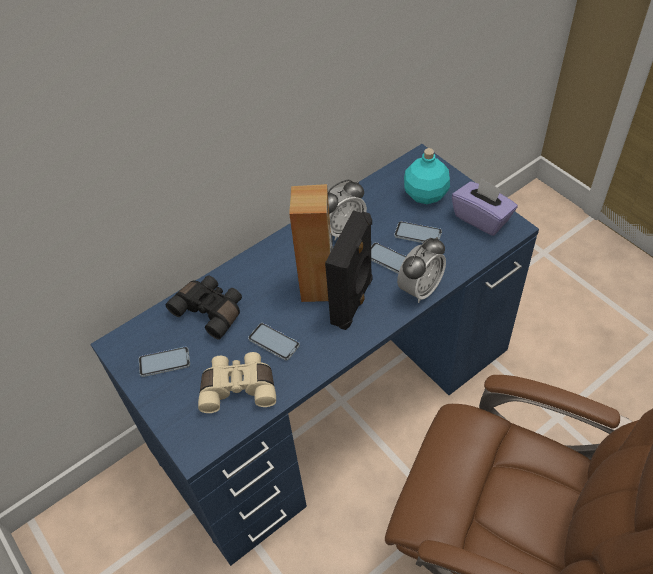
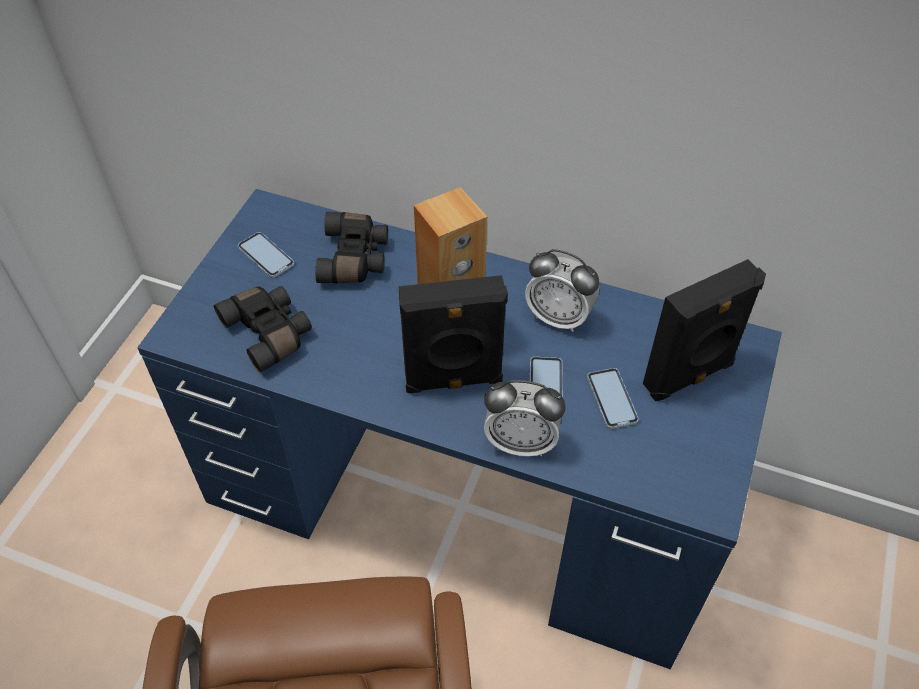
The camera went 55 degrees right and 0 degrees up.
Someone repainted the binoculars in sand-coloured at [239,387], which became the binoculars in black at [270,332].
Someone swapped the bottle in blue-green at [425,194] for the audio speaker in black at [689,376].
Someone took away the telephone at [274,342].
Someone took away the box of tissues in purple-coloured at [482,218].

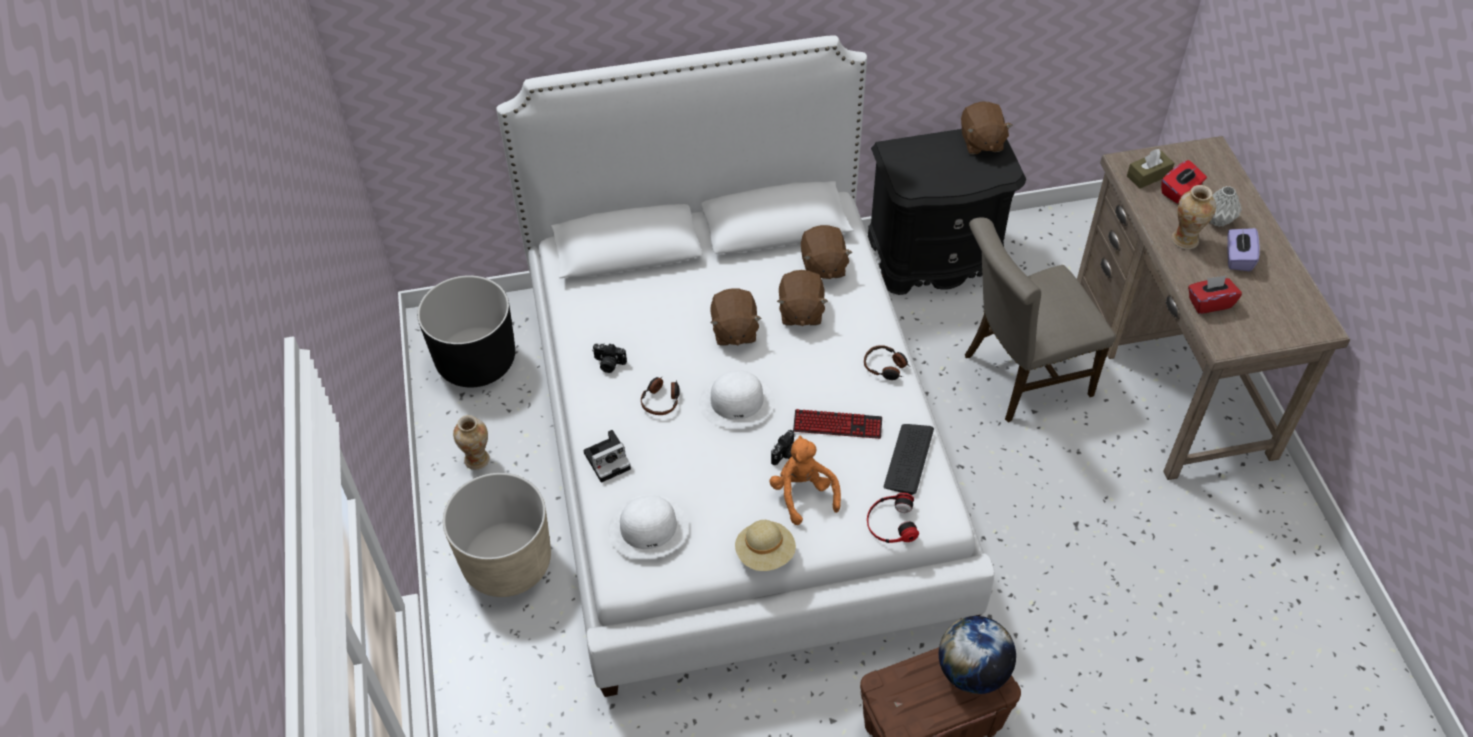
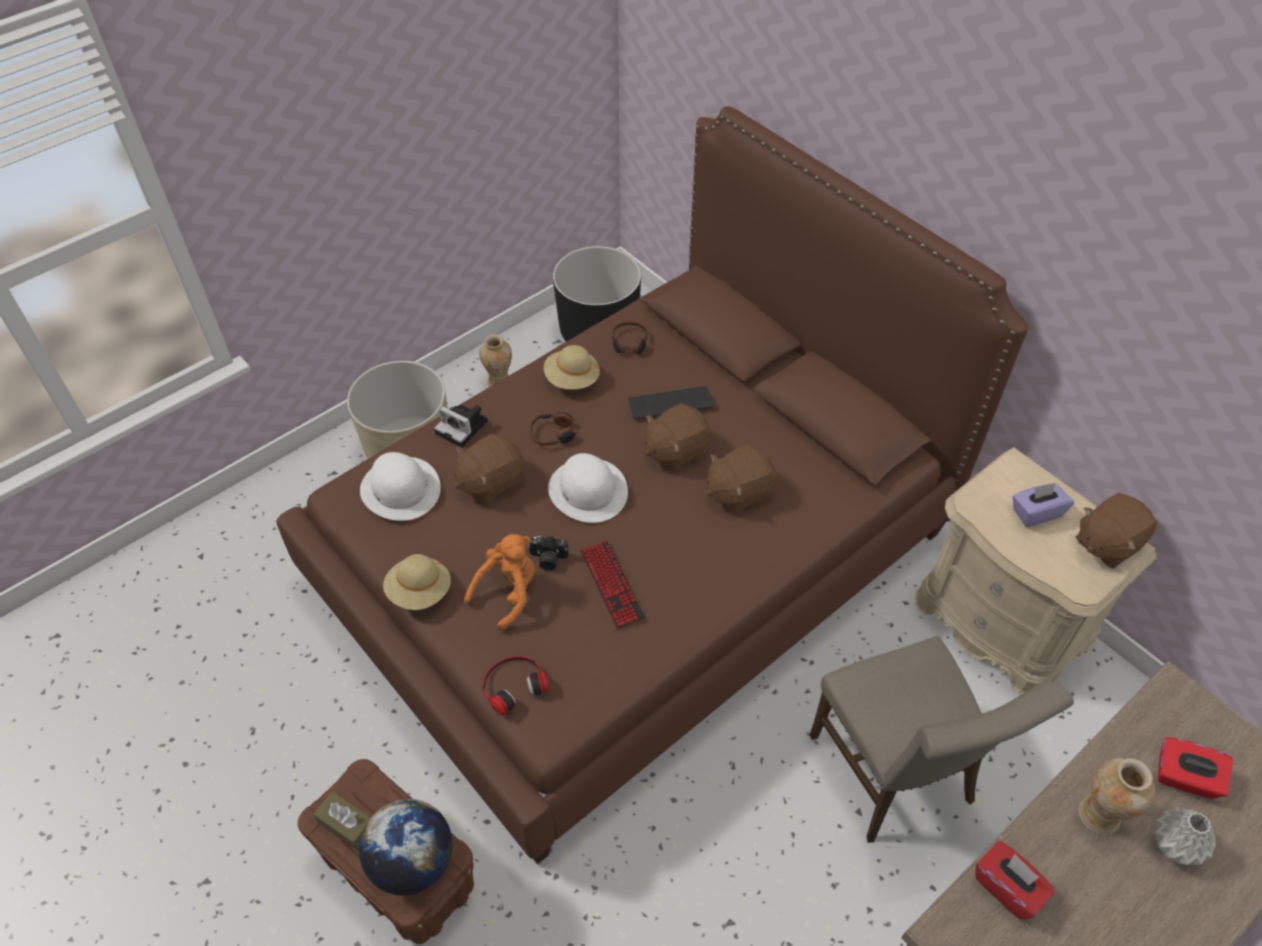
The camera went 60 degrees right and 0 degrees up.
Someone repainted the bedroom bed in white at [737,445], which became the bedroom bed in brown at [630,555].
Someone carried the box of tissues in brown from [1148,175] to [347,825].
Someone carried the plush toy in brown from [823,266] to [491,481].
Someone swapped the photo camera at [608,364] for the hat in sand-coloured at [572,379].
Someone carried the pair of headphones from [885,367] to [629,343].
Someone carried the keyboard from [908,459] to [670,403].
Someone rotated the chair in sand-coloured at [1020,376] by 150 degrees counterclockwise.
Someone repainted the nightstand in black at [937,259], which became the nightstand in sand-coloured at [998,624].
Someone carried the box of tissues in purple-coloured from [1237,258] to [1036,512].

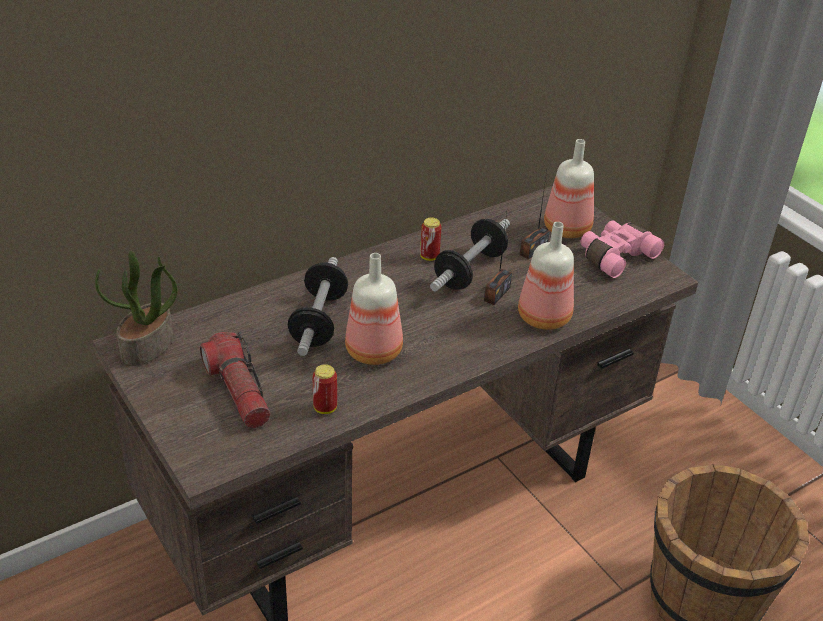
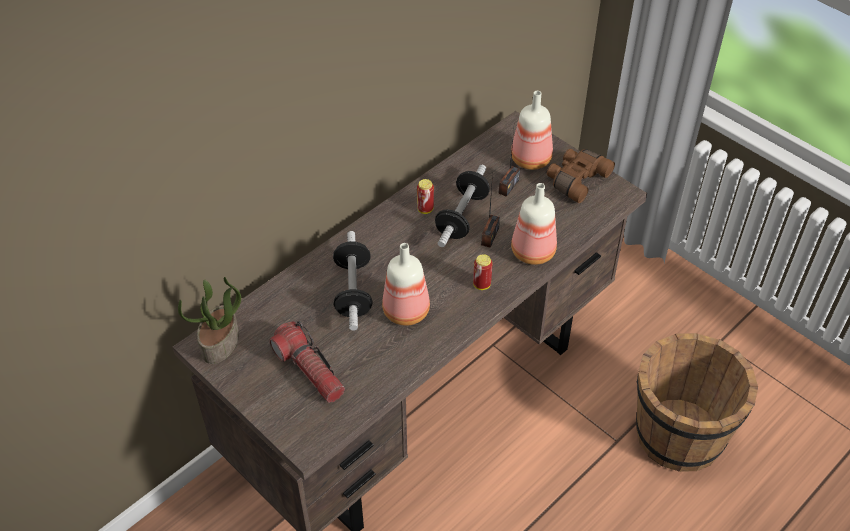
The camera went 10 degrees left and 10 degrees up.
Someone carried the sealed can from [325,408] to [481,285].
Someone repainted the binoculars in pink at [615,256], which became the binoculars in brown at [576,179].

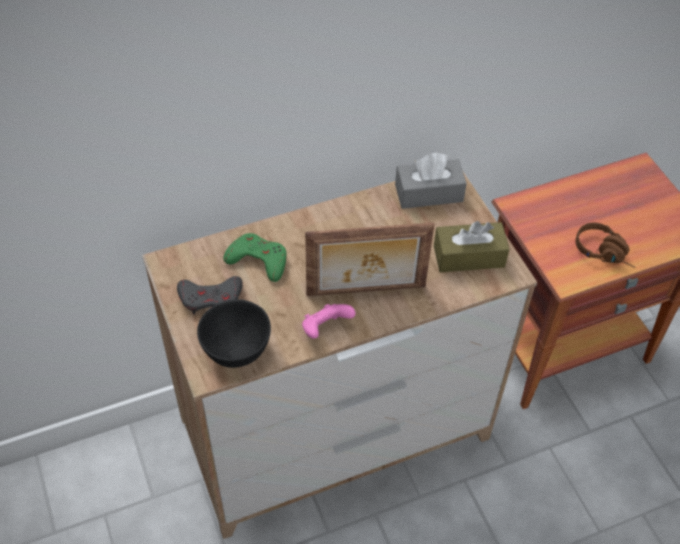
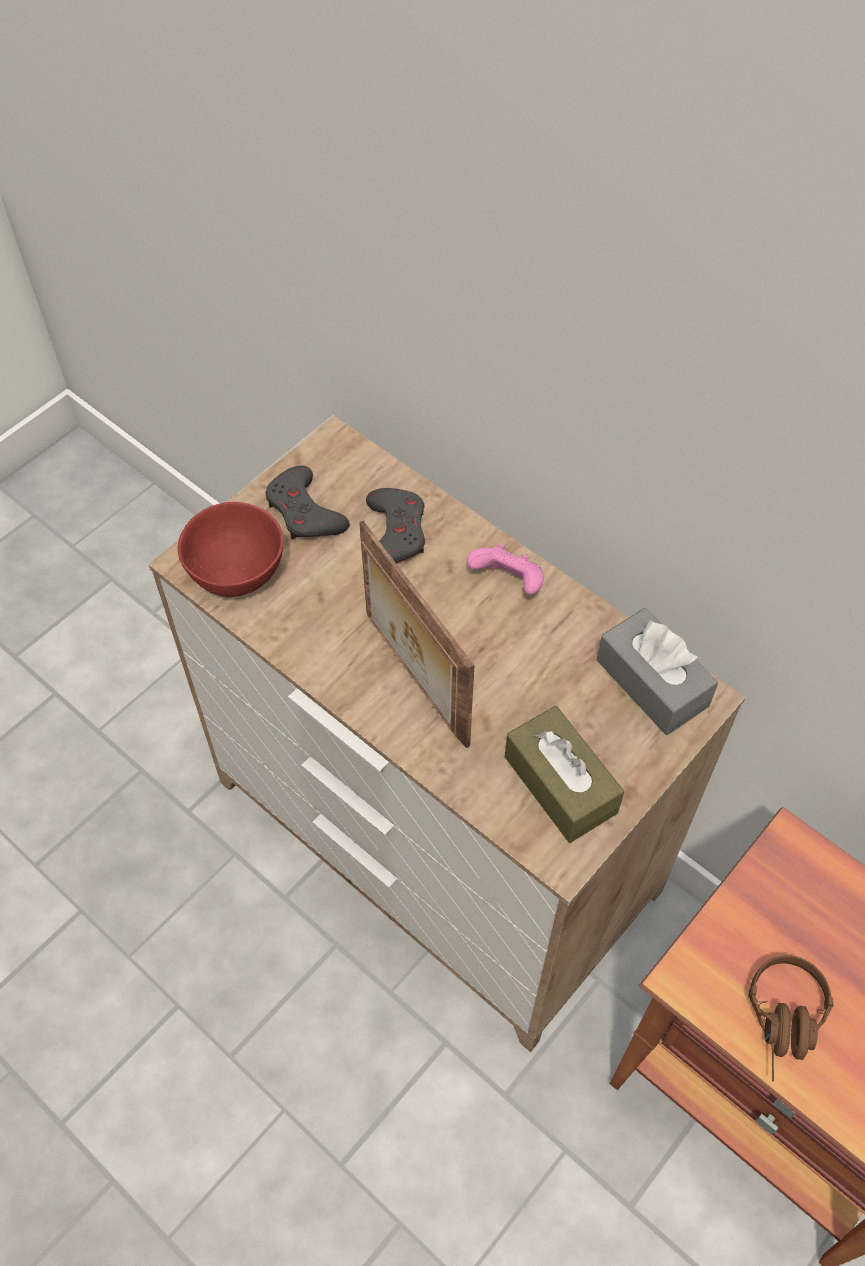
The camera went 65 degrees right and 5 degrees up.
Someone repainted the serving bowl in black at [237,350], which became the serving bowl in reddish at [239,575].
Someone repainted the joypad in greenish at [258,260], which became the joypad in greyish at [395,533].
Someone carried the joypad in pink from [325,329] to [508,582].

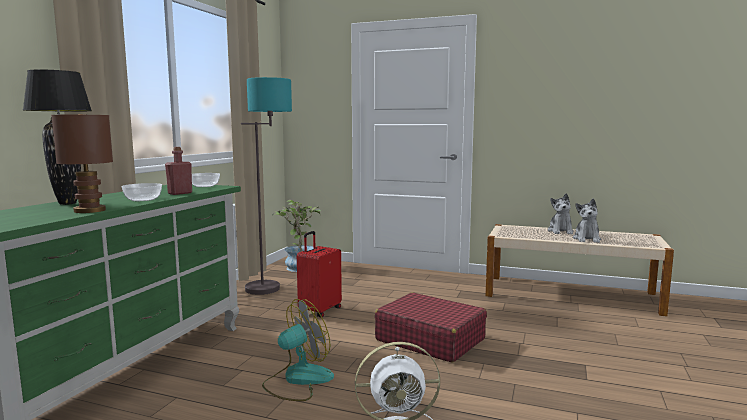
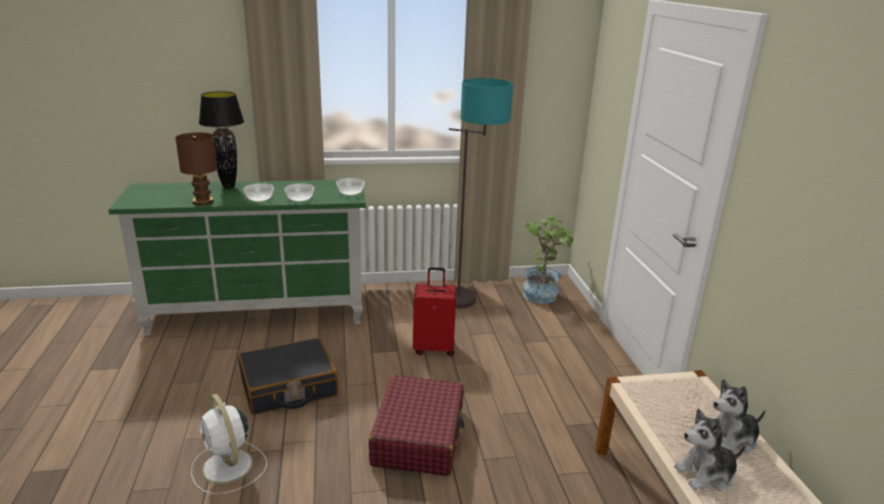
The camera went 60 degrees right and 15 degrees up.
Someone swapped the fan at [298,380] for the suitcase in black at [289,388].
Someone swapped the bottle in reddish at [180,193] for the serving bowl at [299,198].

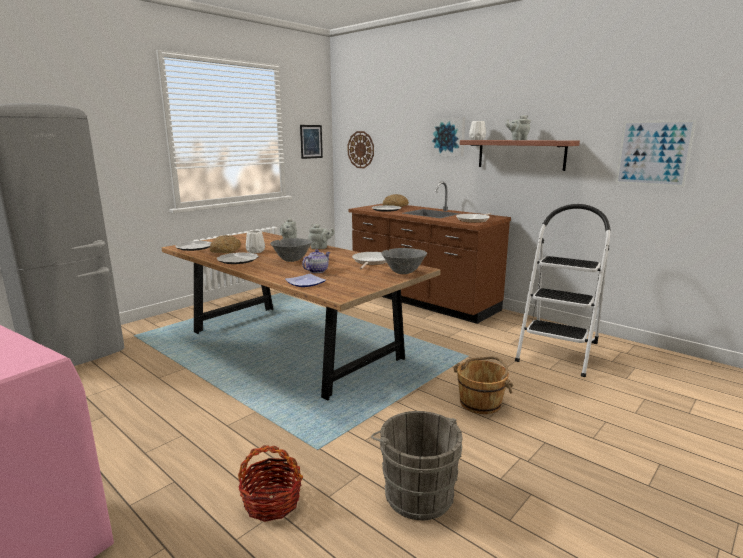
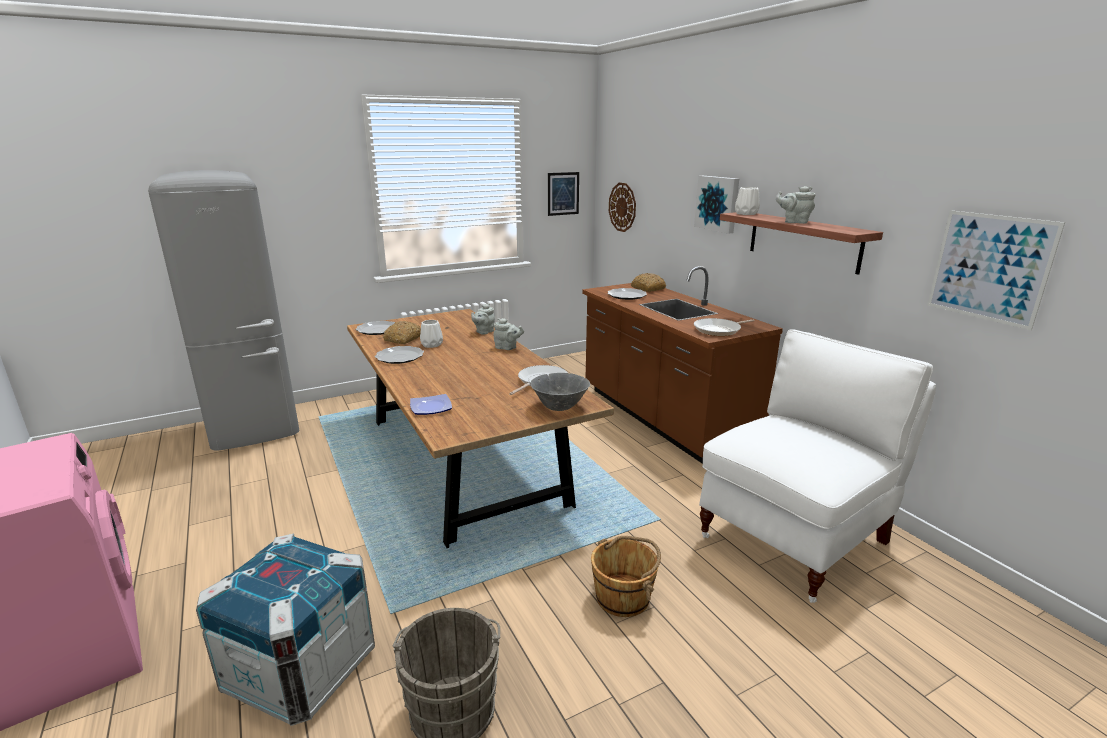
The camera went 20 degrees right and 5 degrees up.
Someone swapped the storage basket at [271,502] for the packing crate at [301,669].
Someone swapped the step stool at [559,351] for the chair in white at [795,539].
Someone took away the serving bowl in greyish at [292,261].
Someone took away the teapot at [317,271].

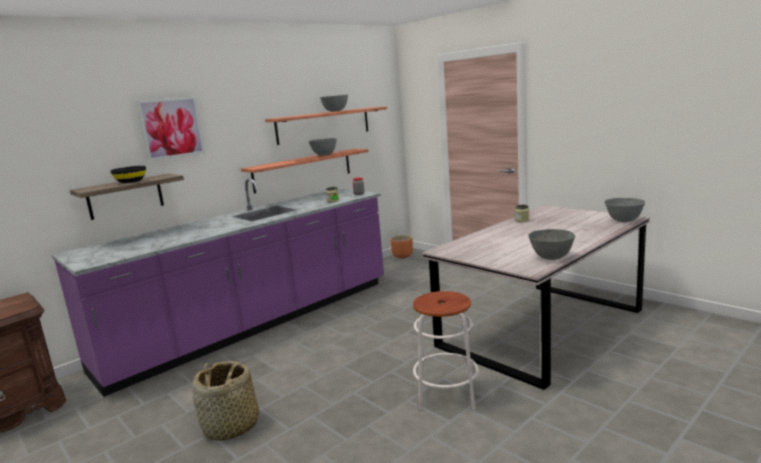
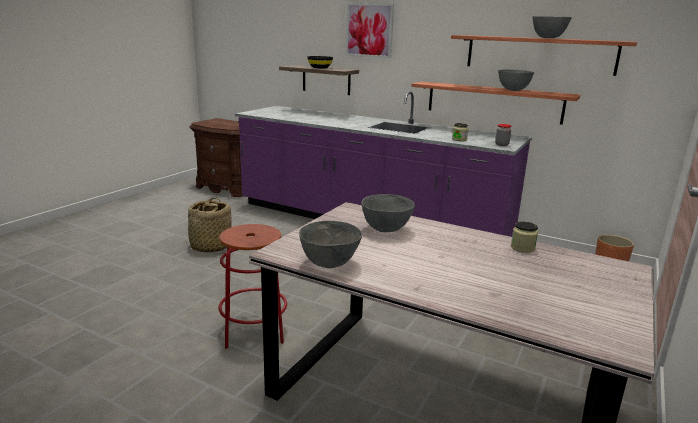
The camera went 70 degrees right and 5 degrees up.
Someone repainted the stool in white at [447,394], which became the stool in reddish at [254,329].
Someone carried the serving bowl in greyish from [624,221] to [385,229].

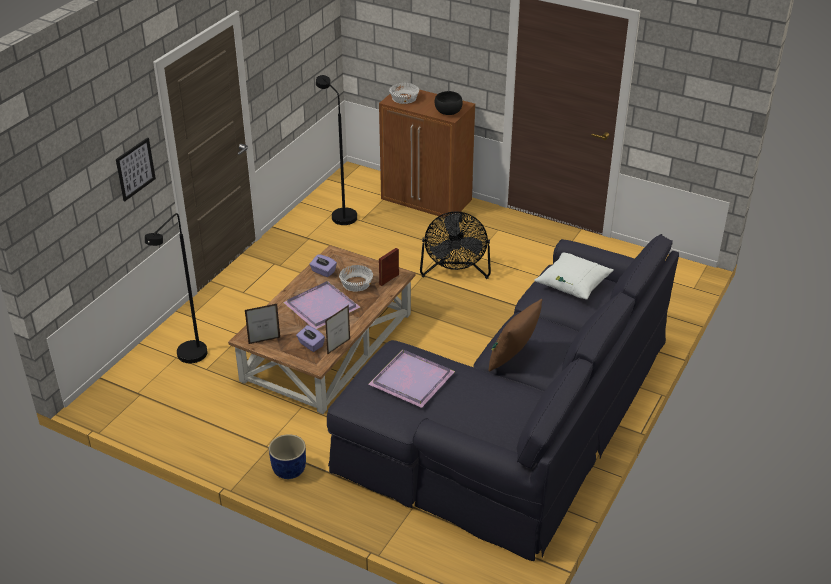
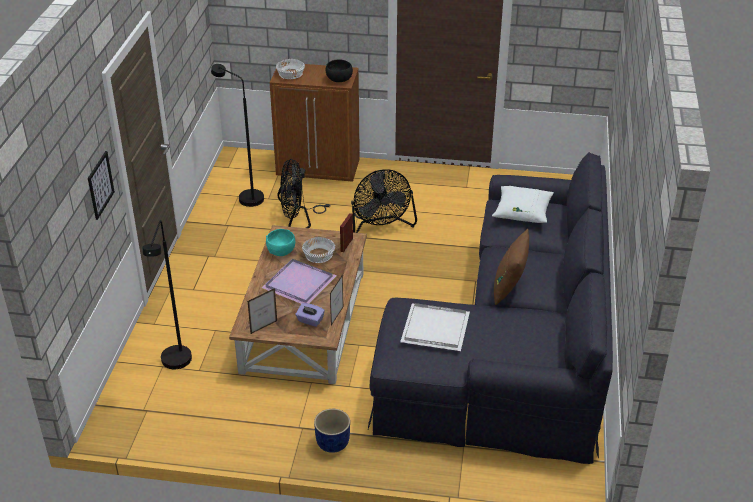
The camera went 20 degrees left and 0 degrees up.
Someone swapped the box of tissues in purple-coloured at [323,272] for the serving bowl in blue-green at [281,251].
Someone put down the fan in black at [298,218].
Someone repainted the serving tray in purple-coloured at [413,379], which became the serving tray in white at [436,328].

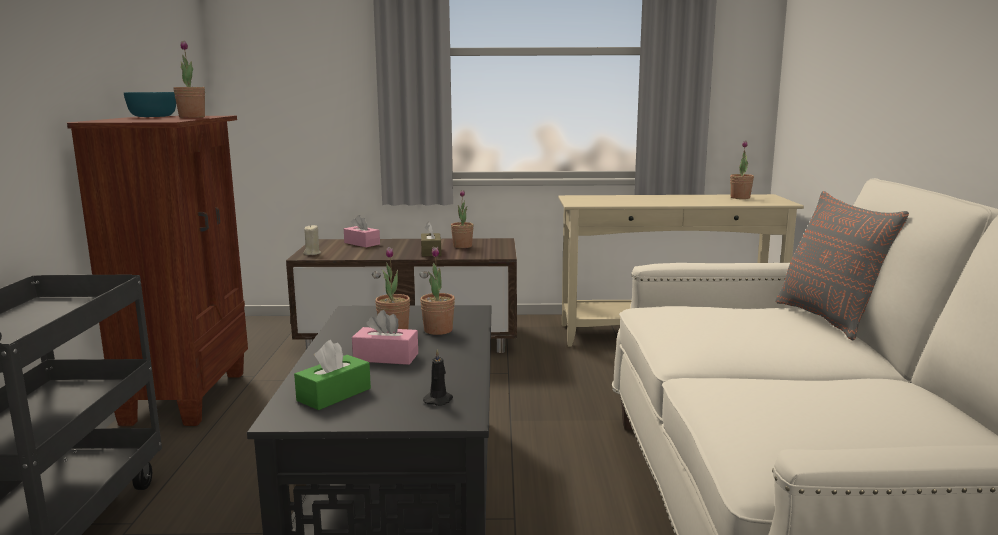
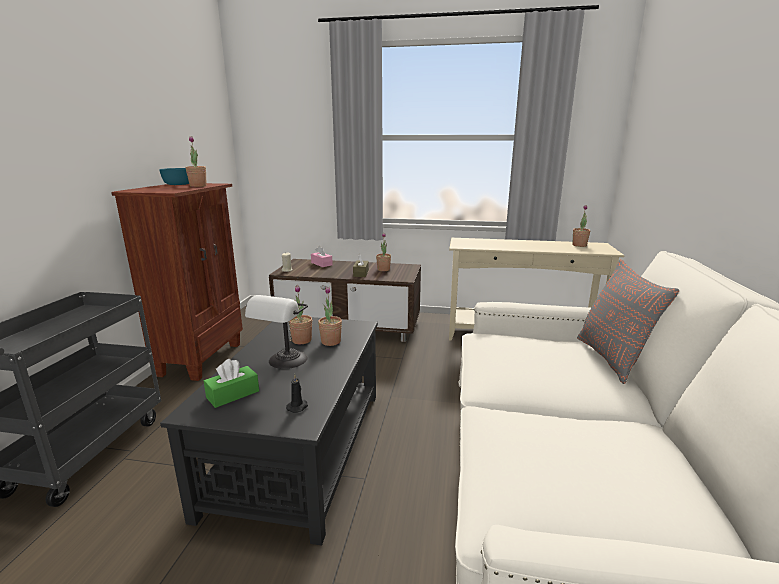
The camera went 10 degrees right and 5 degrees up.
Someone swapped the box of tissues in pink at [386,357] for the tabletop lamp at [284,363].

